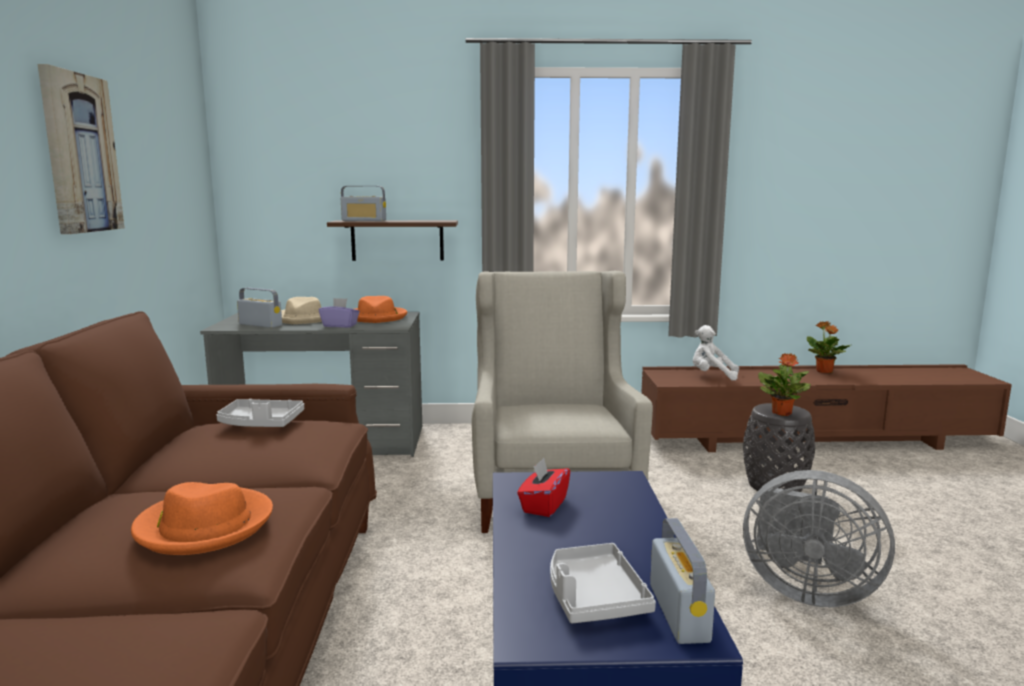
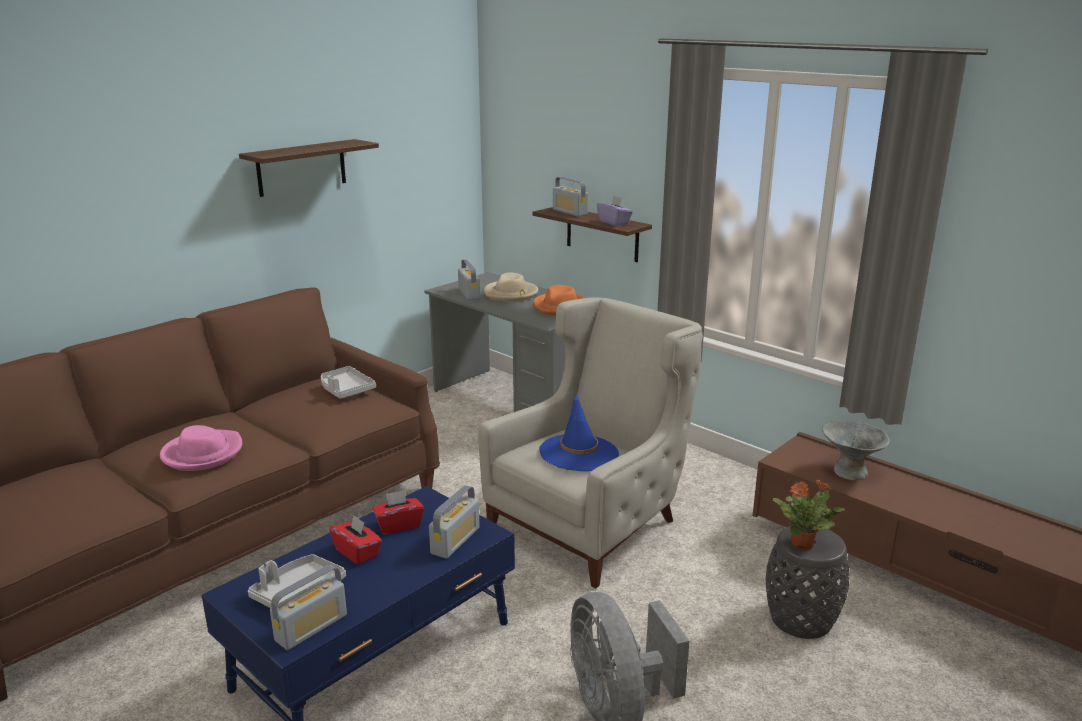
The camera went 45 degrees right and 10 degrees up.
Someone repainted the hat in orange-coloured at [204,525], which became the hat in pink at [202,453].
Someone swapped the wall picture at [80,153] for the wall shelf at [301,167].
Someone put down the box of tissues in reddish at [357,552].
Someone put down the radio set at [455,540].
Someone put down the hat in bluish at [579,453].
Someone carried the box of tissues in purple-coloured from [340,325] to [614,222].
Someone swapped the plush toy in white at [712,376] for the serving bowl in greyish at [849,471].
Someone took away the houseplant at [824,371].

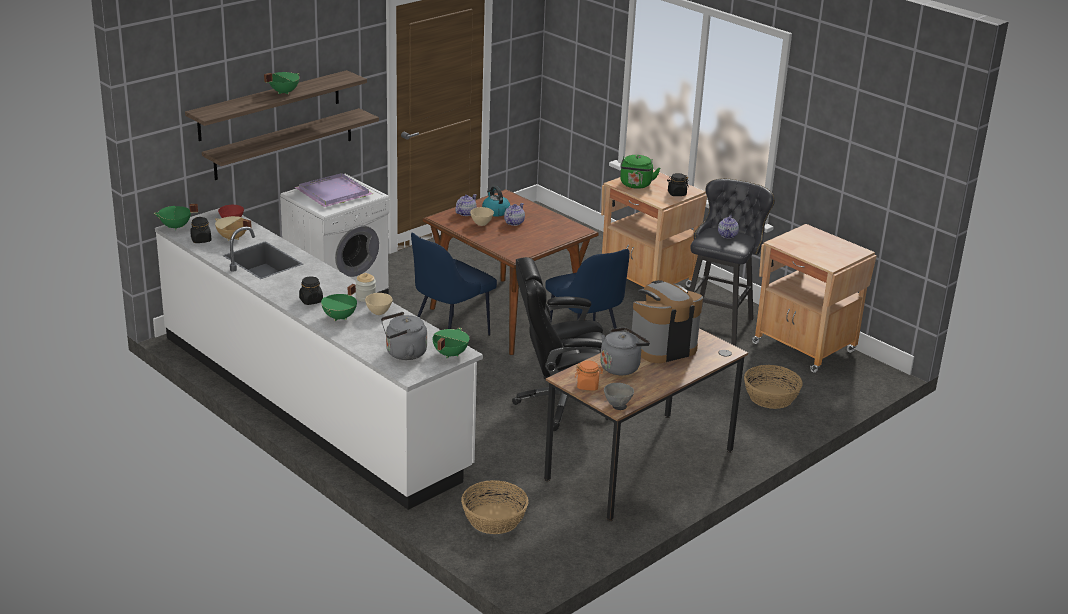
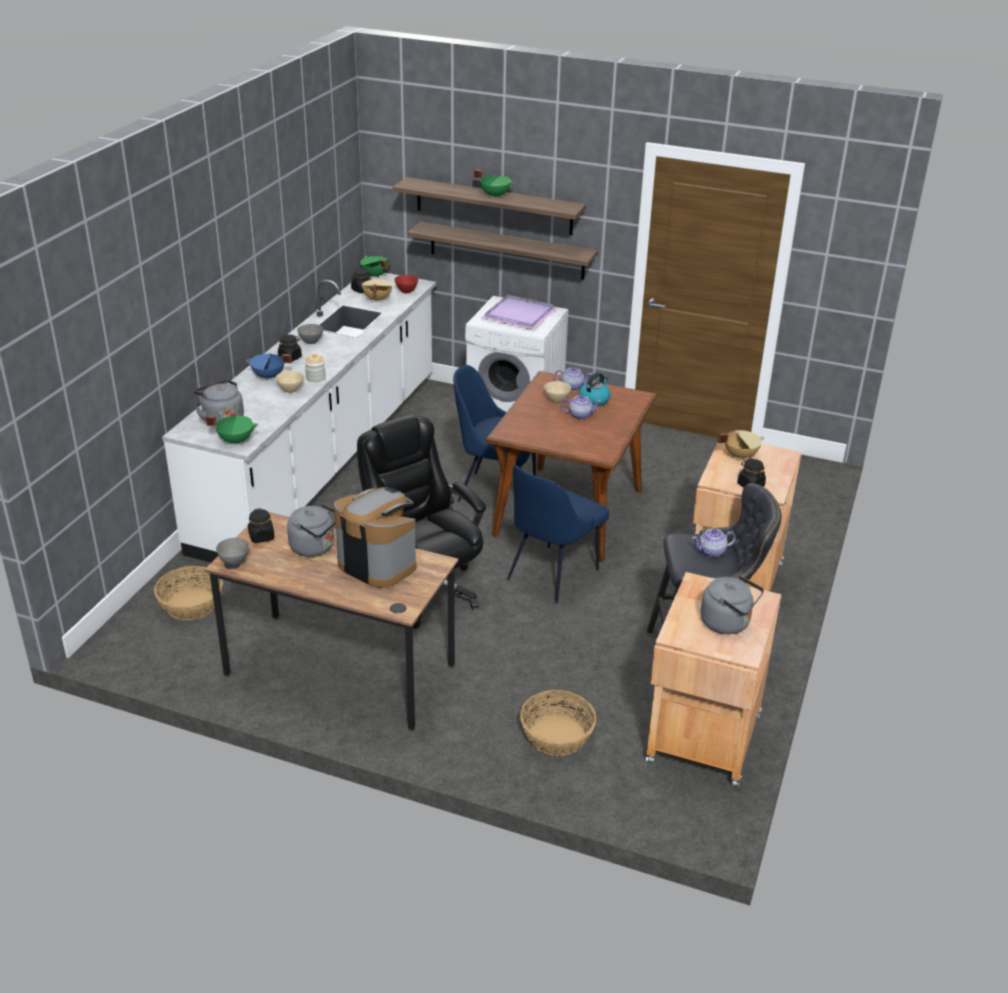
The camera went 65 degrees right and 5 degrees up.
Someone repainted the stockpot in greenish at [340,317], which became the stockpot in bluish at [268,377].
Someone repainted the preserve jar in orange-coloured at [588,386], which became the preserve jar in black at [261,537].
Someone put down the serving bowl in greyish at [311,342].
Someone put down the water kettle in greyish at [728,623].
Someone swapped the water kettle in greenish at [636,185] for the stockpot in sand-coloured at [739,455].

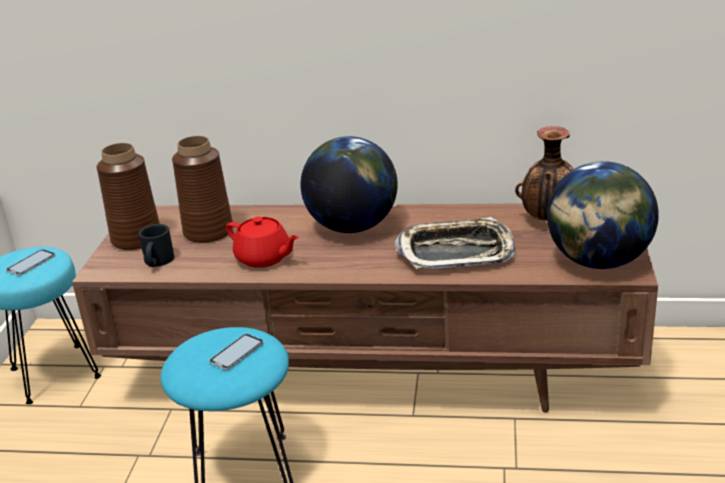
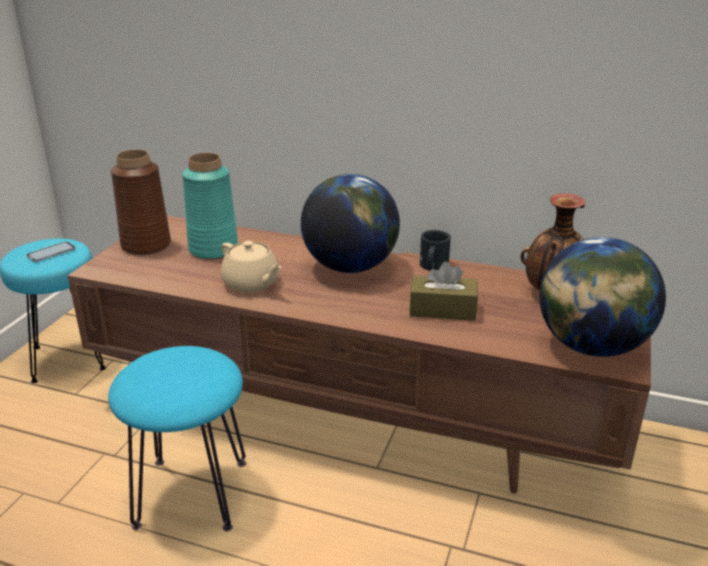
The camera went 10 degrees right and 0 degrees up.
Someone repainted the flower vase in brown at [208,232], which became the flower vase in blue-green at [213,249].
Someone repainted the teapot in reddish at [264,258], which became the teapot in sand-coloured at [251,283].
Someone swapped the serving tray at [456,252] for the box of tissues in brown at [442,309].
Someone carried the coffee mug in black from [157,262] to [432,267].
Someone took away the telephone at [237,353].

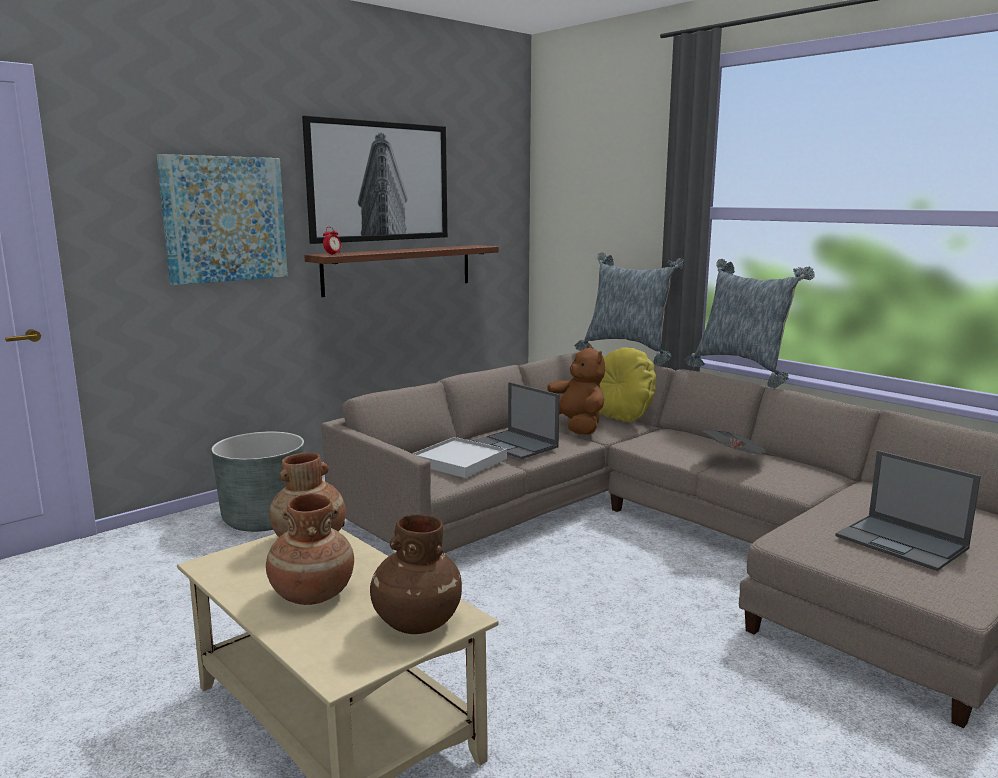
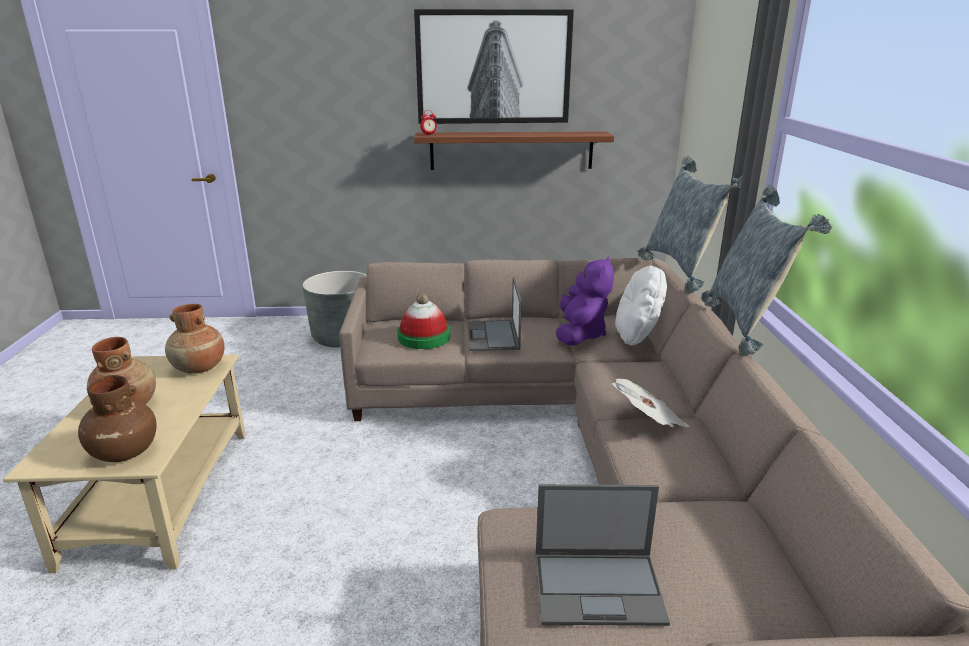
The camera went 40 degrees right and 10 degrees up.
Someone swapped the serving tray in white at [459,461] for the hat at [424,337].
Someone rotated the notebook computer at [902,542] by 90 degrees counterclockwise.
Someone repainted the plush toy in brown at [576,427], which became the plush toy in purple-coloured at [580,334].
Someone repainted the pillow in yellow-coloured at [621,418], which became the pillow in white at [637,337].
Someone took away the wall picture at [224,219].

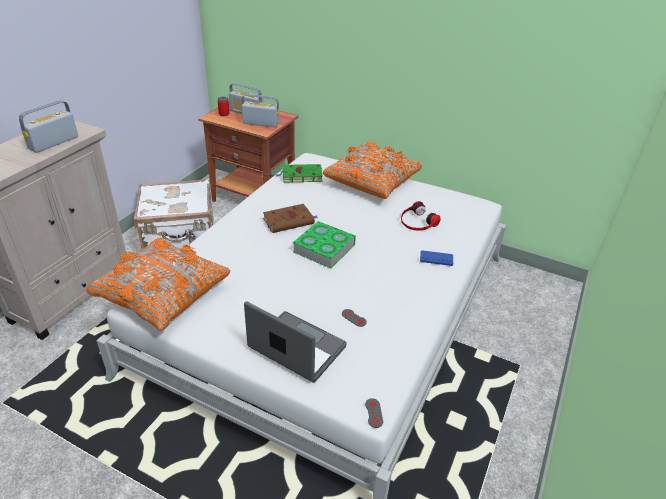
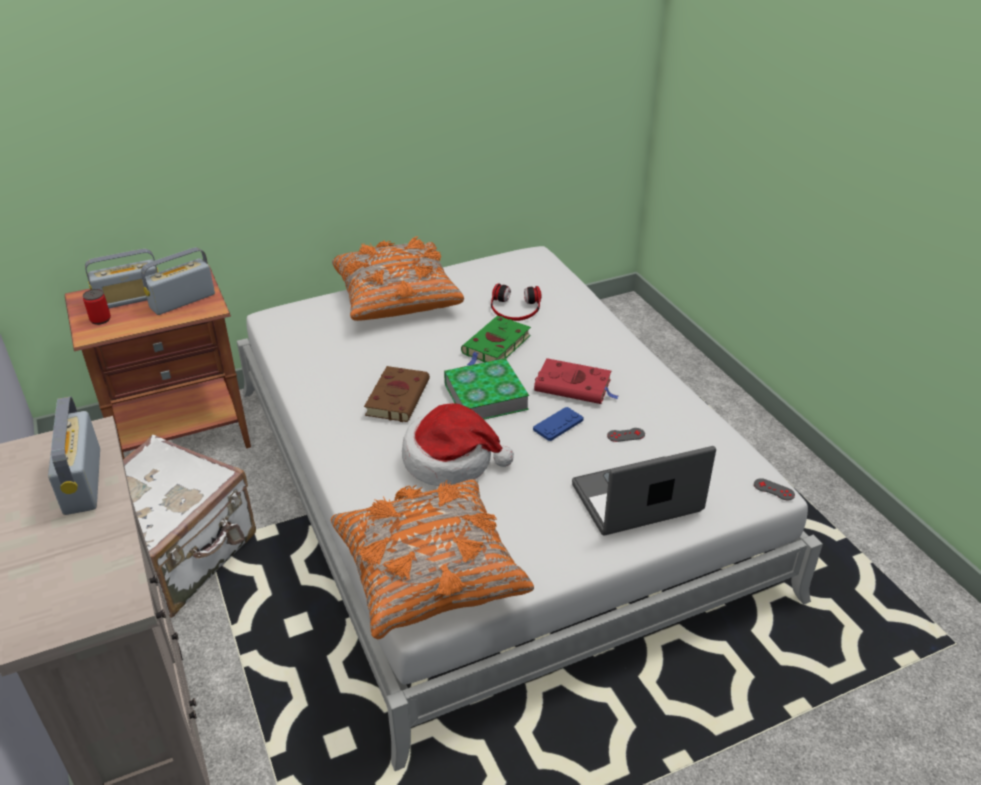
The camera went 50 degrees left and 0 degrees up.
Someone put down the hat at [451,460].
Someone carried the volume in greenish from [300,176] to [495,346].
Someone carried the joypad in bluish from [436,259] to [558,425].
Someone put down the volume in reddish at [575,386].

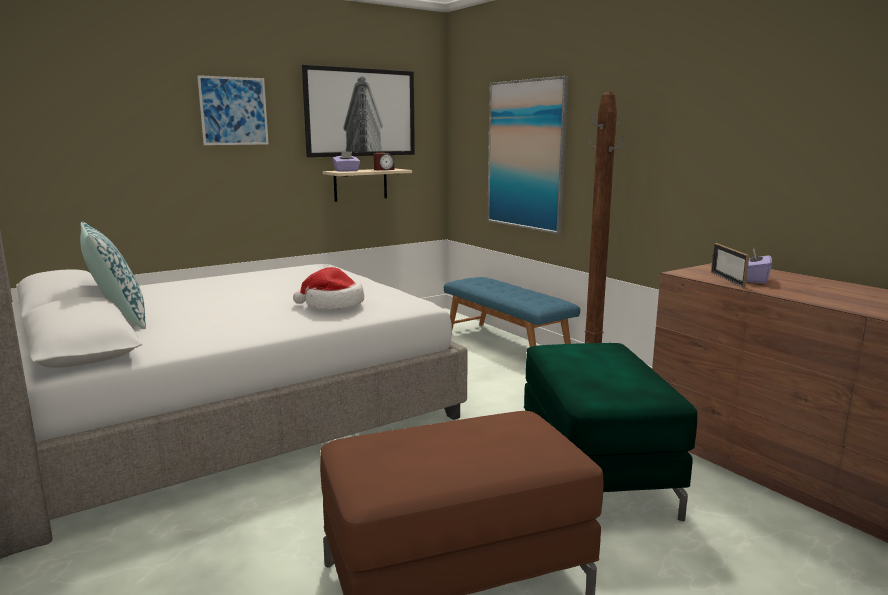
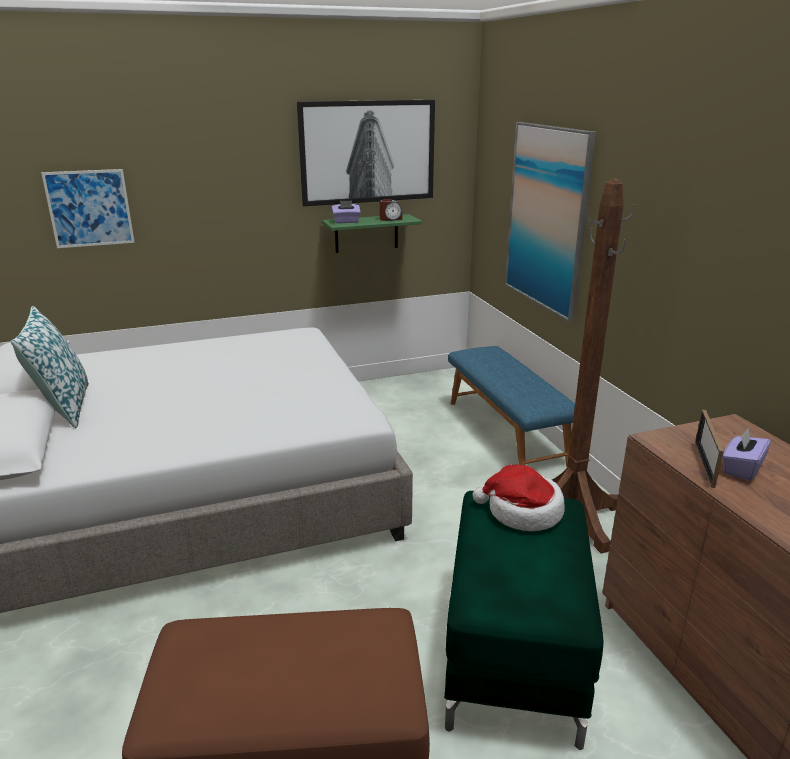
The camera went 15 degrees right and 10 degrees up.
Someone carried the wall picture from [234,111] to [89,208].
Someone repainted the wall shelf in sand-coloured at [360,184], which became the wall shelf in greenish at [366,233].
Someone carried the hat from [332,304] to [522,512].

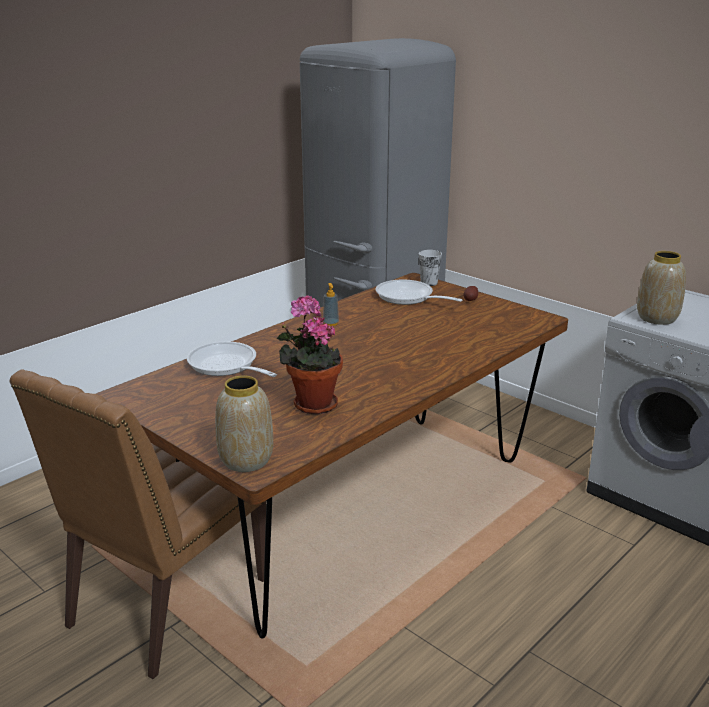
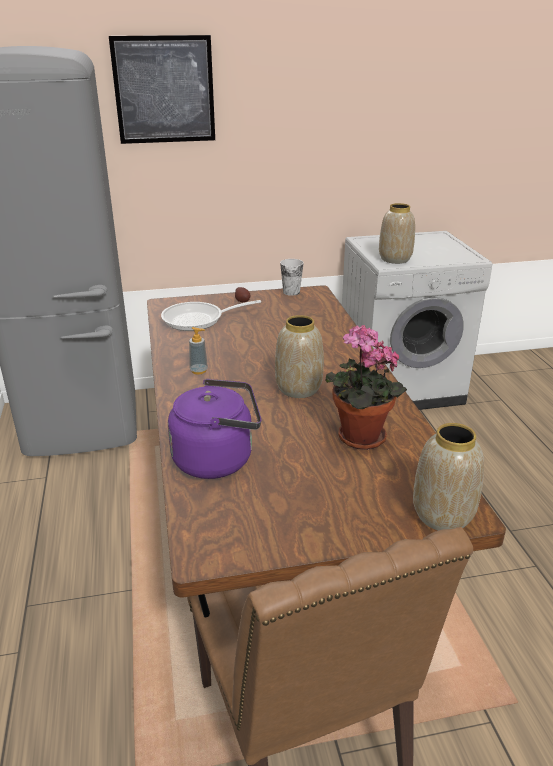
The camera went 55 degrees left and 5 degrees up.
Someone put up the wall picture at [164,90].
Someone swapped the frying pan at [226,366] for the water kettle in purple-coloured at [218,459].
Someone put down the flower vase at [298,389].
Someone carried the drinking cup from [429,283] to [291,292].

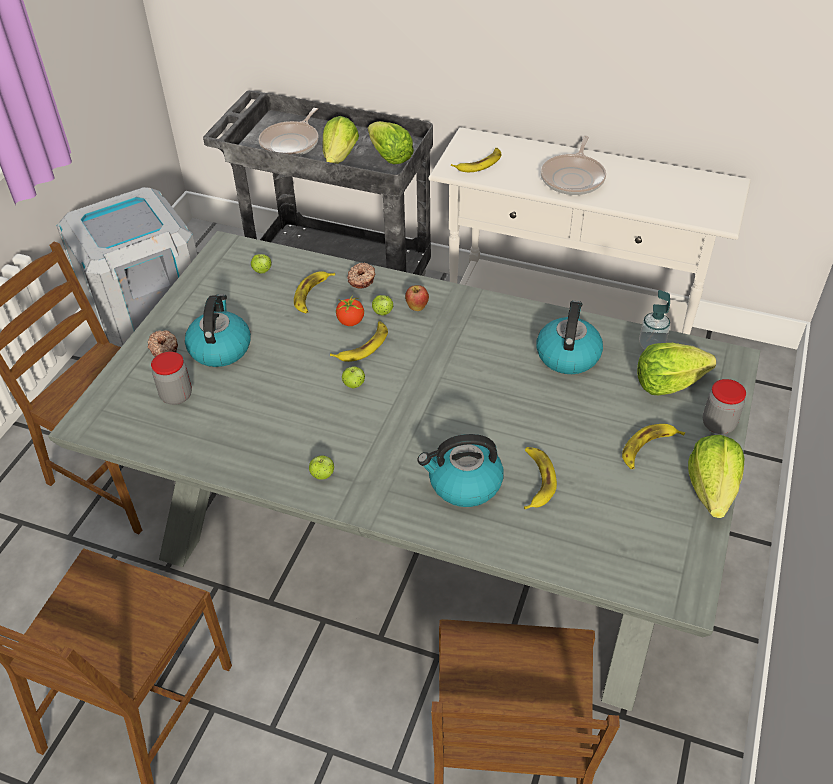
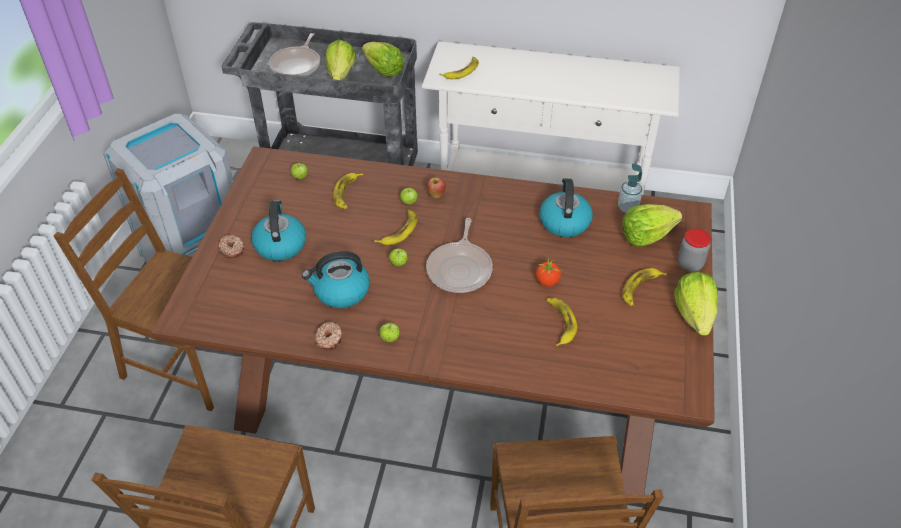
The camera went 10 degrees left and 0 degrees up.
Someone repainted the dinner table in greyish at [422,538], which became the dinner table in brown at [452,385].
Someone carried the water kettle from [464,484] to [341,292].
Someone carried the ring doughnut from [362,279] to [329,339].
Someone carried the frying pan from [573,178] to [460,269].
Someone carried the tomato from [350,322] to [547,281].
Someone took away the preserve jar at [176,395].

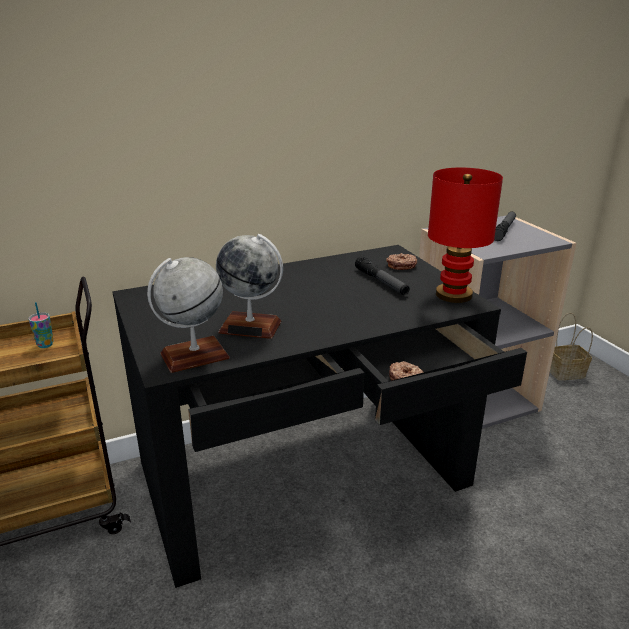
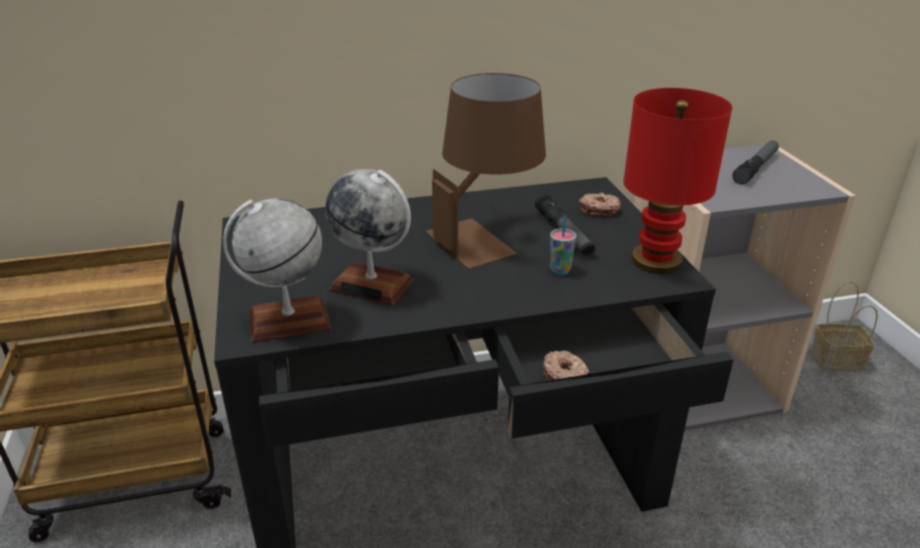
The camera went 10 degrees right and 5 degrees up.
Someone put down the tabletop lamp in brown at [486,237].
Someone carried the drinking cup from [45,345] to [560,270].

